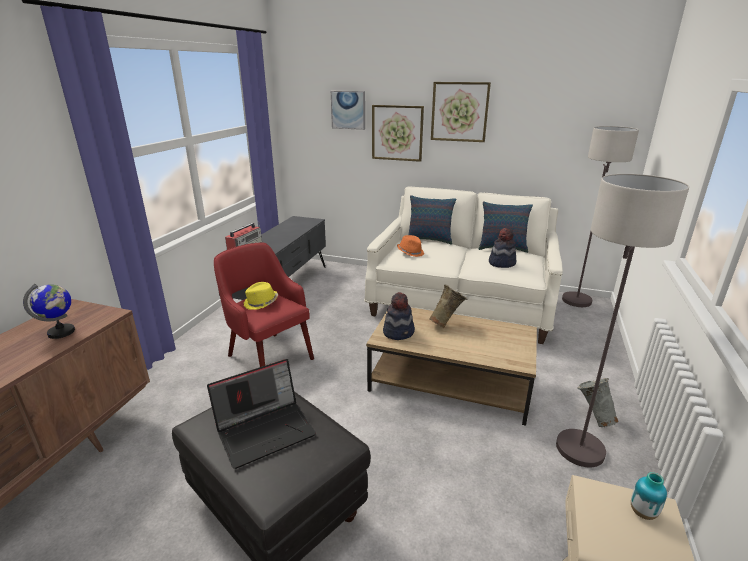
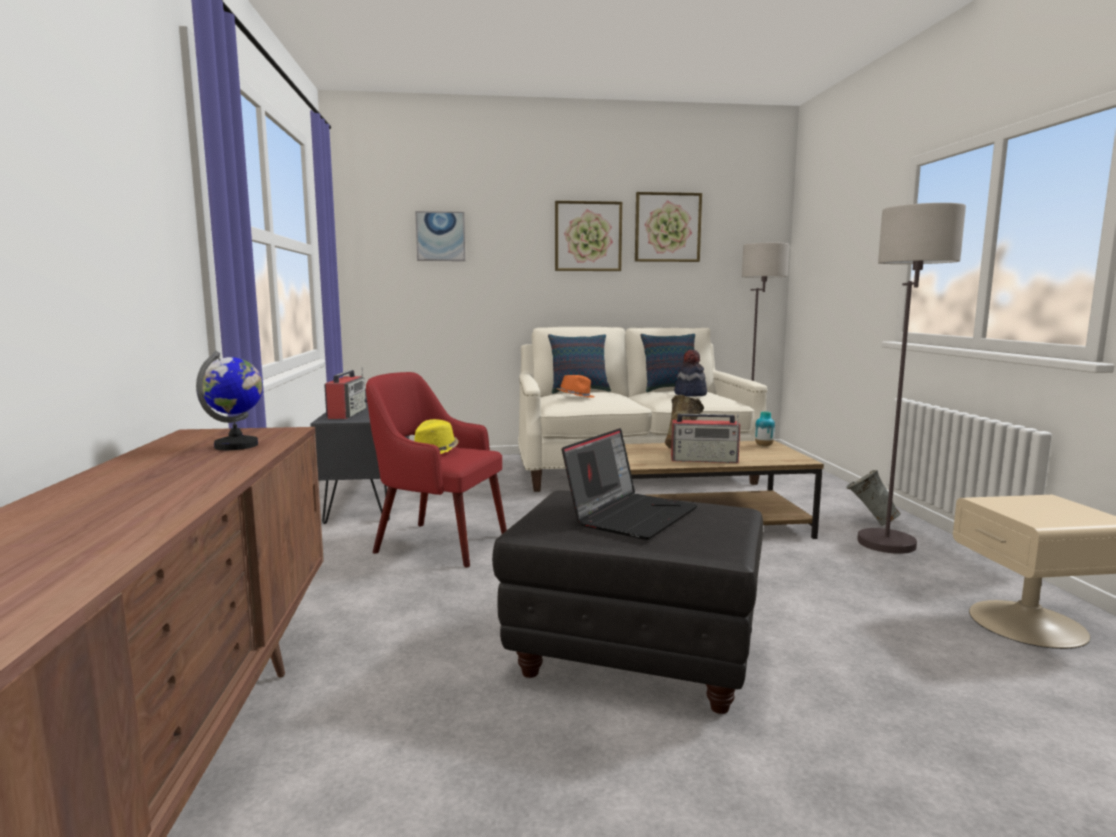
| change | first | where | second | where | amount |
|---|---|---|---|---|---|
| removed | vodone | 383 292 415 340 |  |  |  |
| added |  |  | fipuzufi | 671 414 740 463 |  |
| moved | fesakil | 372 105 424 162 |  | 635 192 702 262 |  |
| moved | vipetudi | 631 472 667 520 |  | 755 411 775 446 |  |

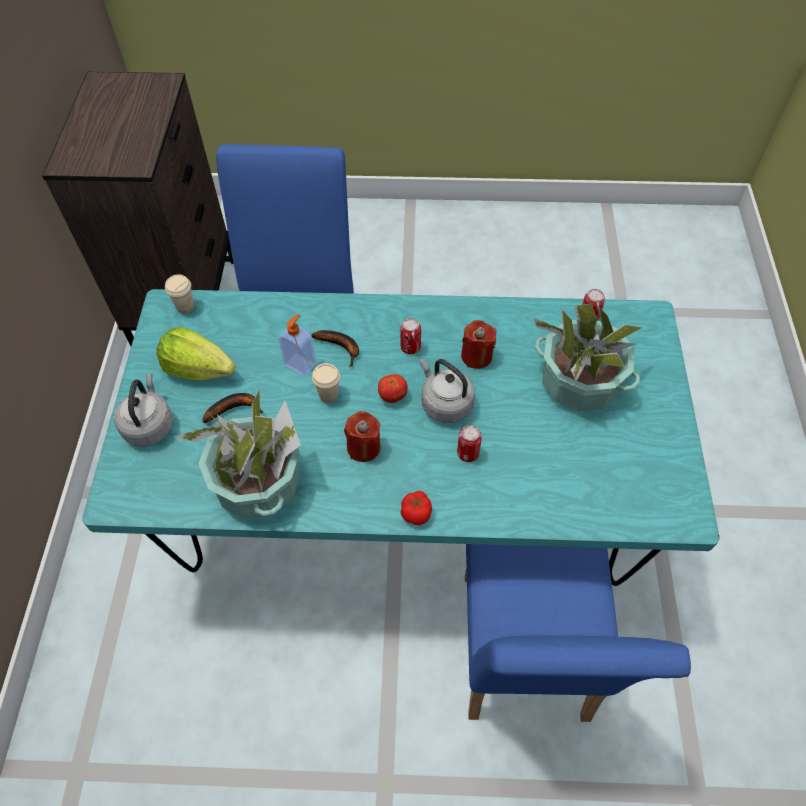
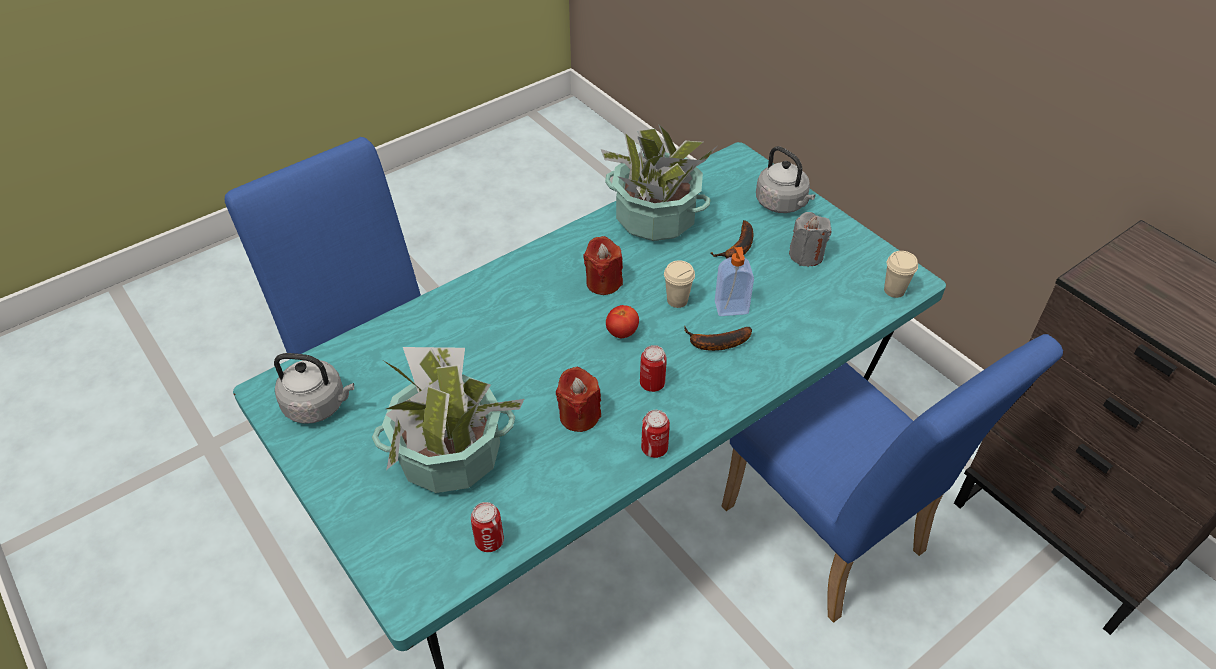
| change | first | where | second | where | amount |
|---|---|---|---|---|---|
| removed | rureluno | 400 491 432 525 |  |  |  |
| moved | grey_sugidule | 420 358 475 423 |  | 274 353 354 424 |  |
| moved | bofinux | 457 425 482 462 |  | 641 410 670 458 |  |
| replaced | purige | 157 327 236 380 | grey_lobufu | 789 212 832 266 |  |

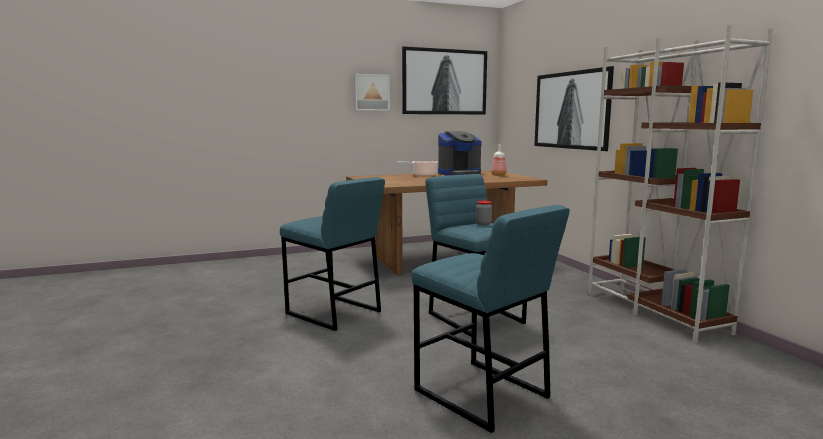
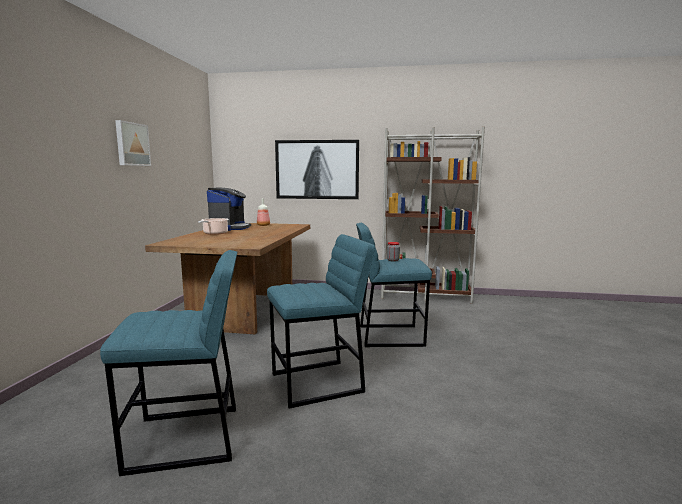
| change | first | where | second | where | amount |
|---|---|---|---|---|---|
| removed | fesakil | 402 46 487 114 |  |  |  |
| moved | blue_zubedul | 412 205 570 433 |  | 100 250 237 476 |  |

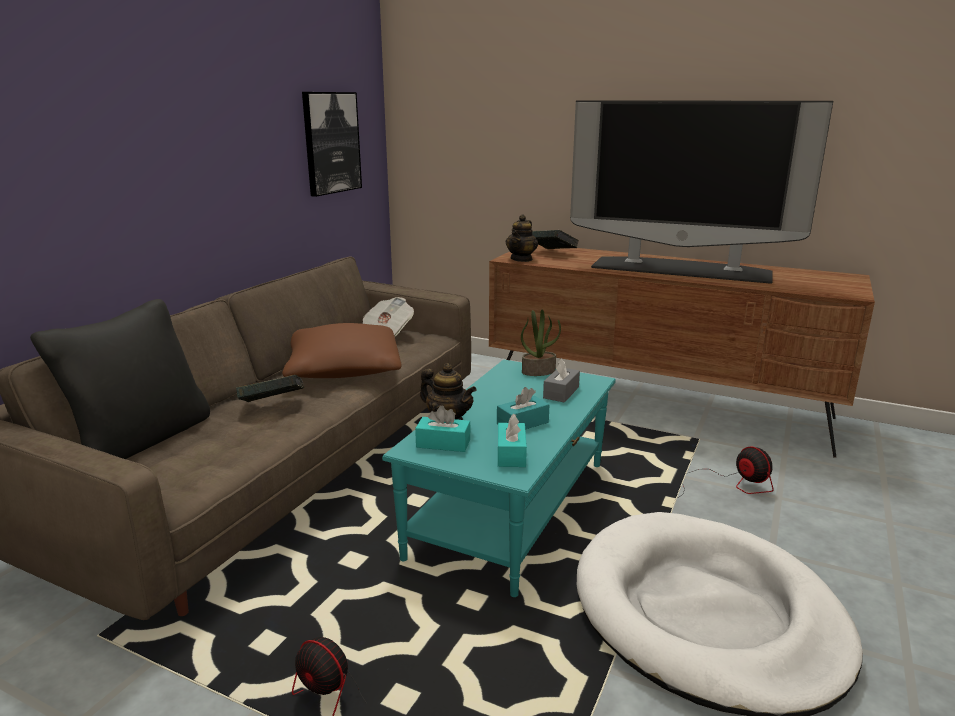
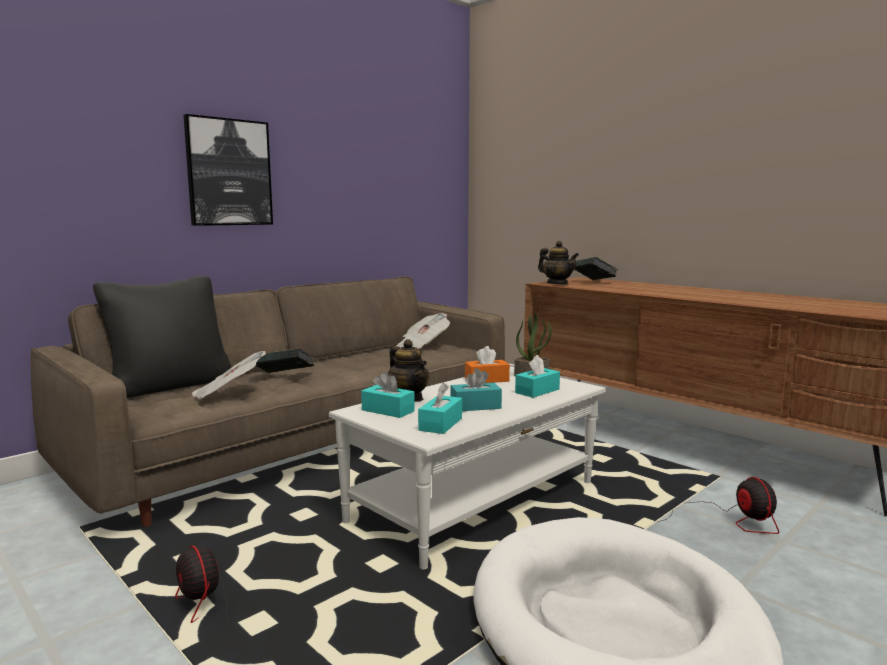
| change | first | where | second | where | amount |
|---|---|---|---|---|---|
| removed | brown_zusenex | 282 323 401 378 |  |  |  |
| removed | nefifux | 570 100 833 284 |  |  |  |
| added |  |  | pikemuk | 192 351 266 399 |  |
| added |  |  | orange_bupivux | 465 346 510 383 |  |
| moved | fesakil | 302 92 362 197 |  | 183 114 273 226 |  |
| recoloured | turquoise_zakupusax | 382 359 616 597 | white_zakupusax | 329 366 606 570 |  |
| recoloured | grey_bupivux | 543 358 580 403 | turquoise_bupivux | 515 355 560 398 |  |
| turned | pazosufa | 505 214 538 262 |  | 538 241 579 284 | 90 degrees counterclockwise |

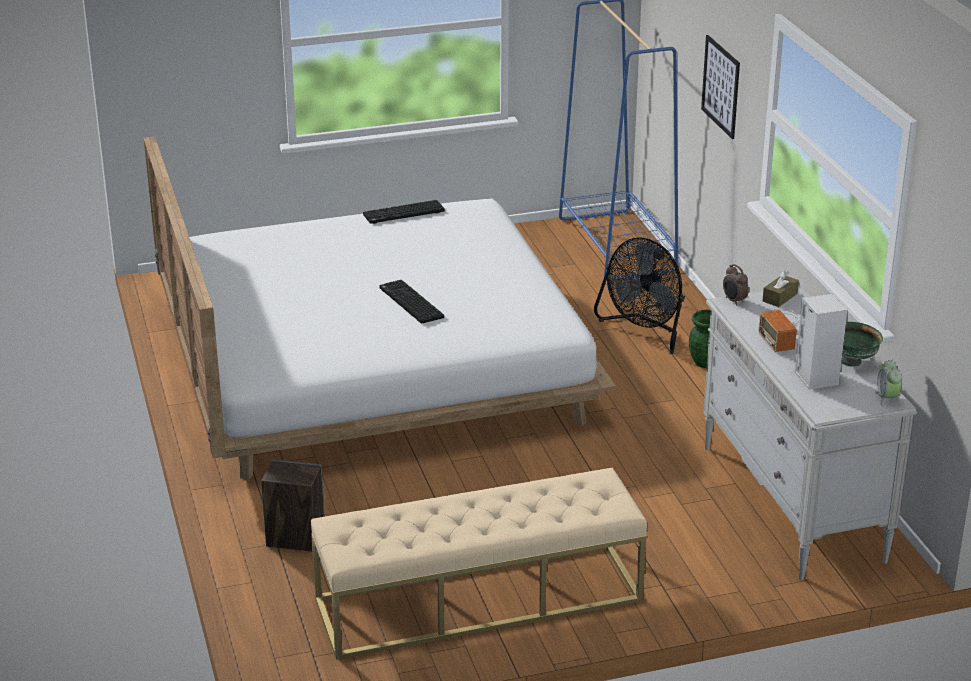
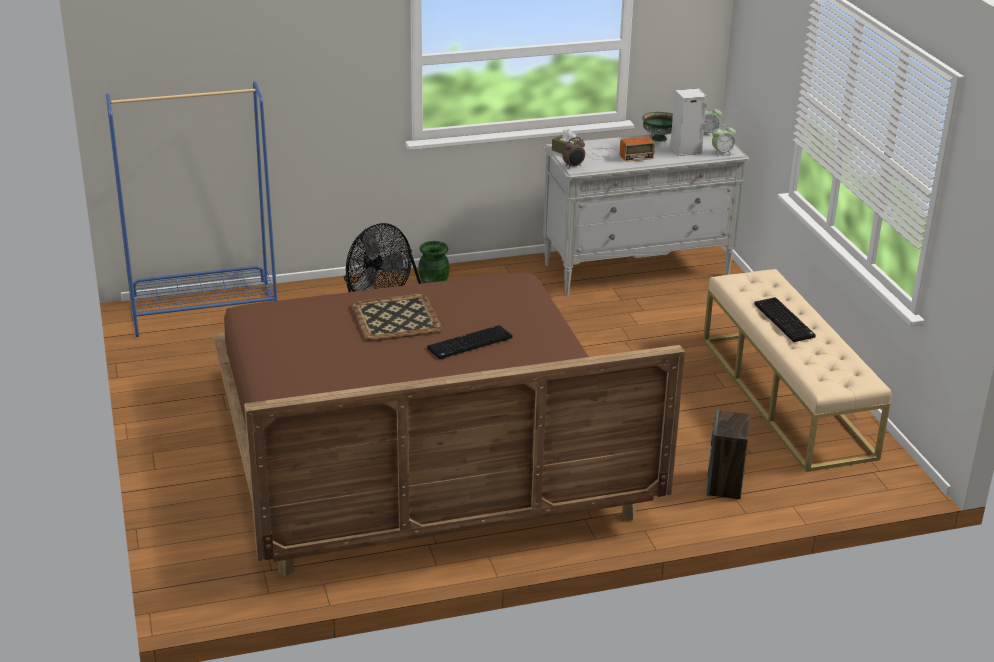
| change | first | where | second | where | amount |
|---|---|---|---|---|---|
| removed | fesakil | 701 35 740 139 |  |  |  |
| added |  |  | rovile | 352 294 443 341 |  |
| added |  |  | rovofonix | 712 124 736 157 |  |
| moved | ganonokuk | 363 200 445 224 |  | 754 297 816 342 |  |
| recoloured | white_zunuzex | 143 136 616 480 | brown_zunuzex | 212 272 685 577 |  |

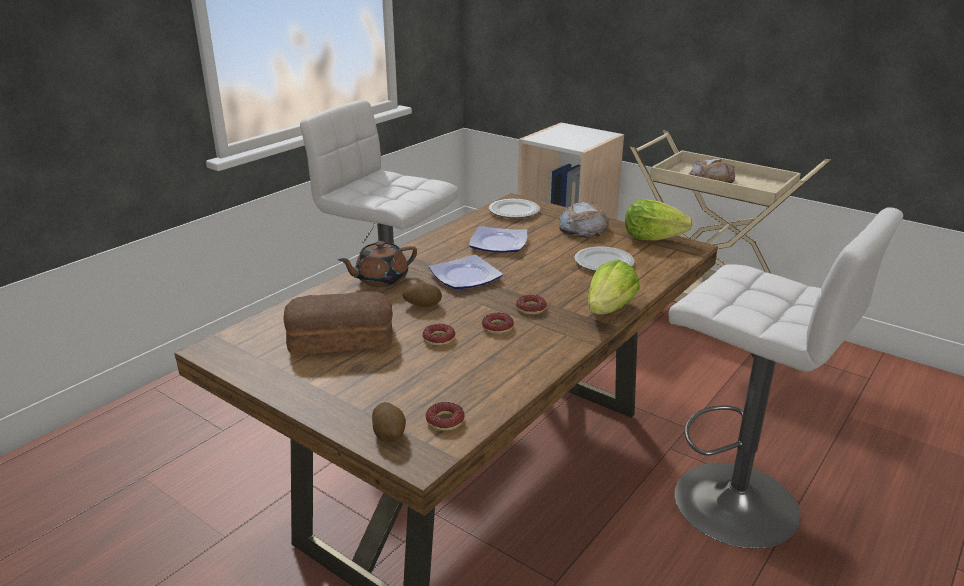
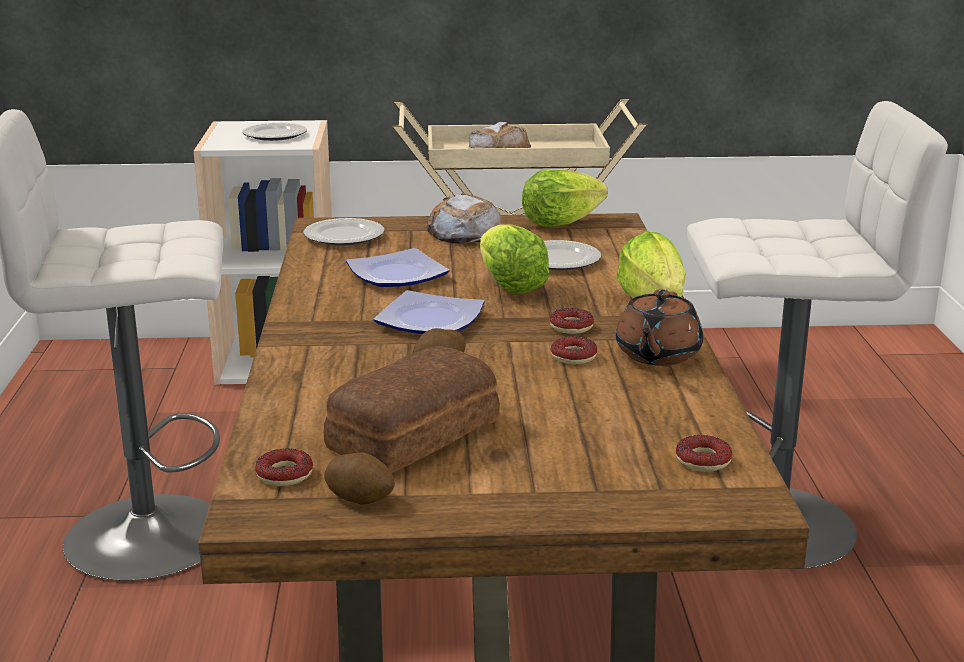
| change | first | where | second | where | amount |
|---|---|---|---|---|---|
| added |  |  | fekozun | 242 123 307 141 |  |
| added |  |  | purige | 480 225 549 293 |  |
| moved | brown_pazosufa | 338 241 417 287 |  | 616 289 703 366 |  |
| moved | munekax | 372 402 406 442 |  | 324 453 395 505 |  |
| moved | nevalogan | 423 324 455 346 |  | 255 448 313 486 |  |

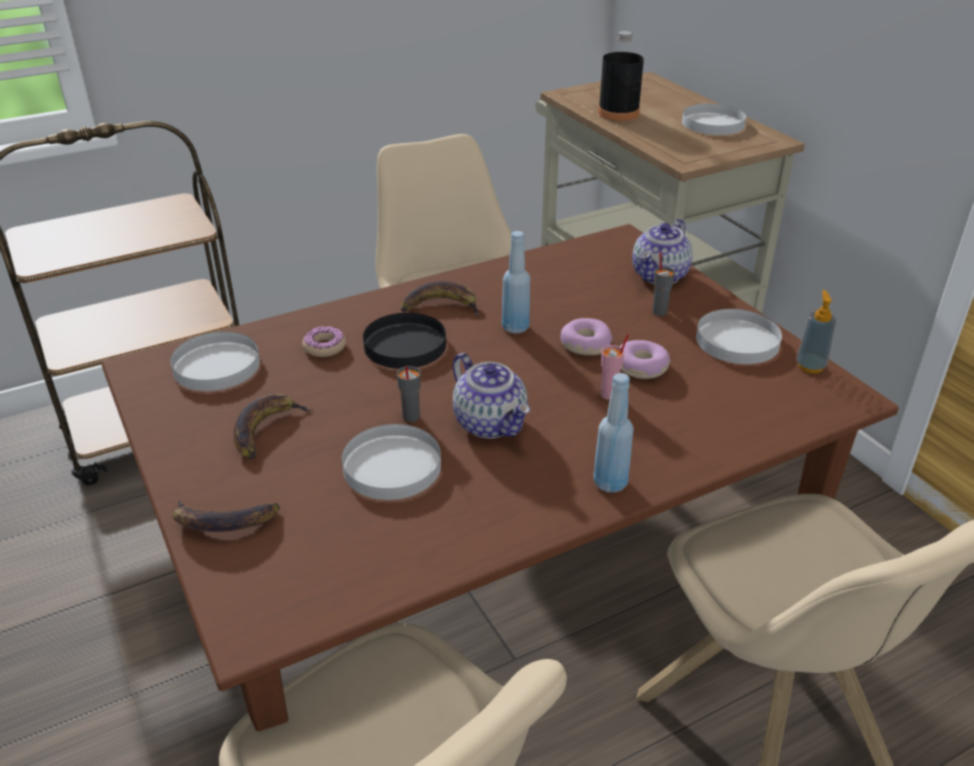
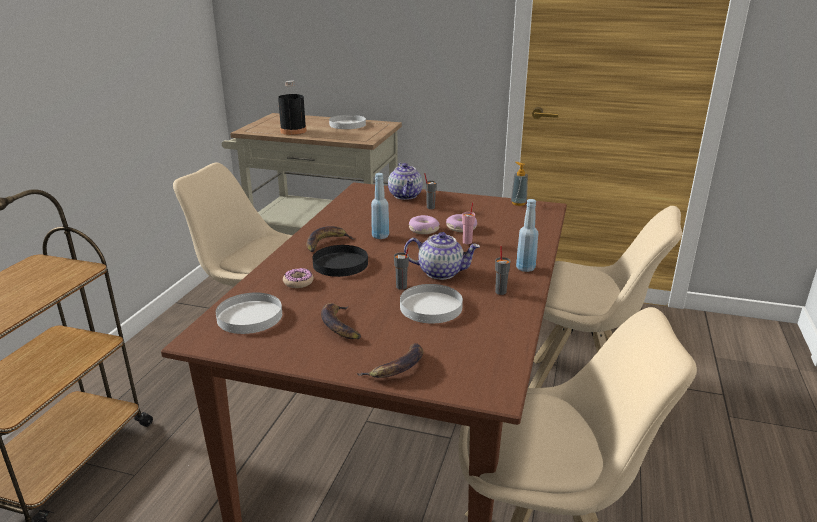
| change | first | where | second | where | amount |
|---|---|---|---|---|---|
| removed | white_fekozun | 696 309 782 364 |  |  |  |
| added |  |  | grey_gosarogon | 495 246 511 295 |  |

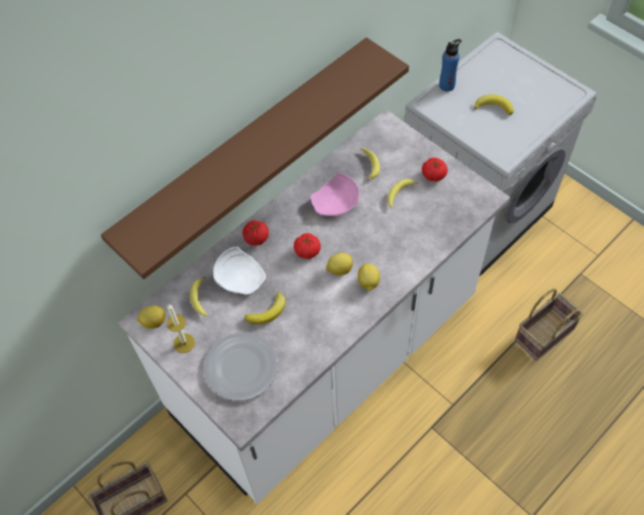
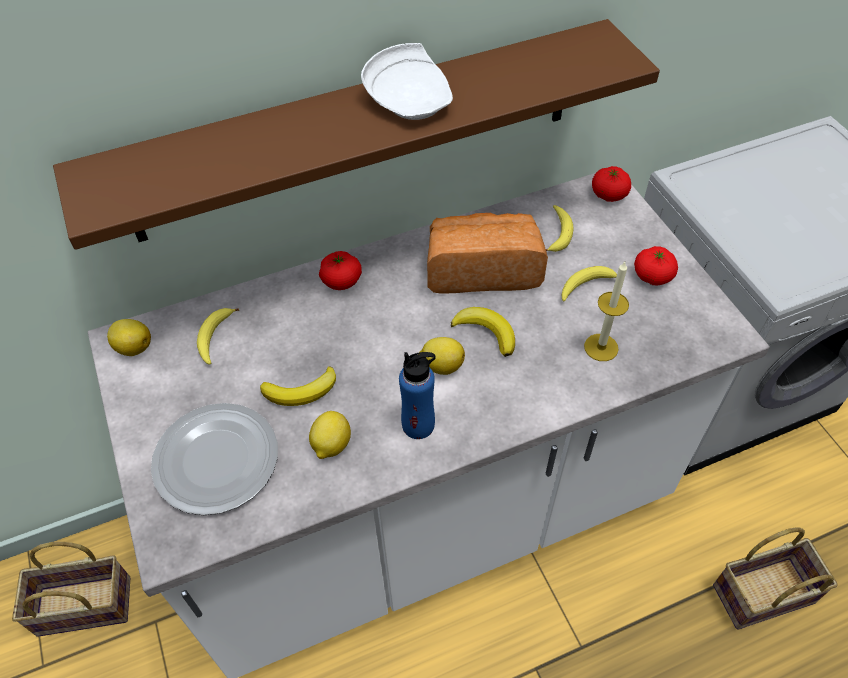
| change | first | where | second | where | amount |
|---|---|---|---|---|---|
| moved | lobufu | 167 305 195 353 |  | 584 262 629 361 |  |
| moved | white_fekozun | 213 247 266 295 |  | 361 43 453 120 |  |
| moved | rureluno | 294 233 321 259 |  | 592 166 631 202 |  |
| moved | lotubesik | 358 264 380 291 |  | 309 411 351 459 |  |
| moved | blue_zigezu | 439 39 461 92 |  | 399 352 436 439 |  |
| moved | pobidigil | 474 95 513 115 |  | 451 307 515 357 |  |
| replaced | pink_fekozun | 311 173 359 216 | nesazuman | 427 213 548 294 |  |

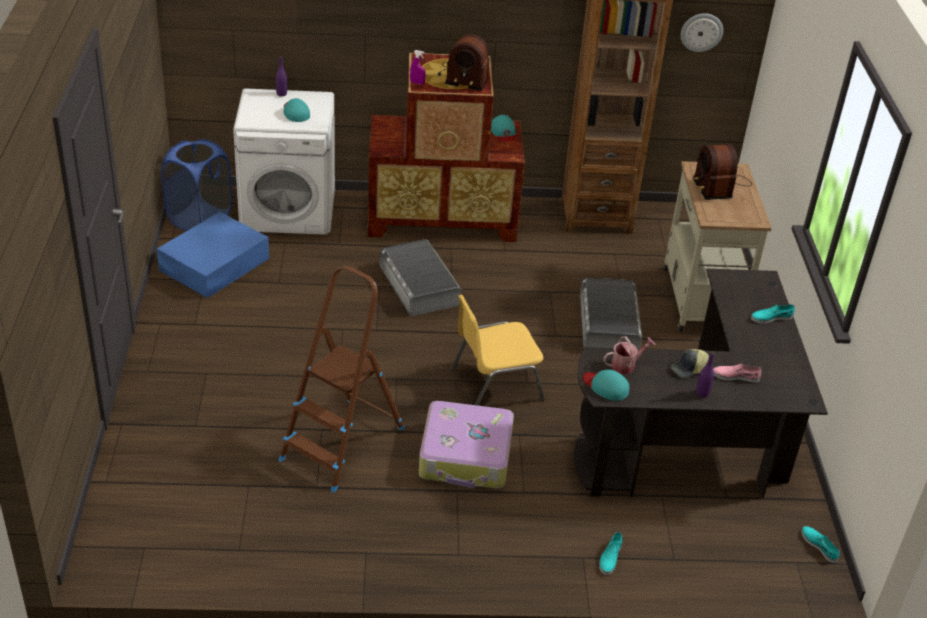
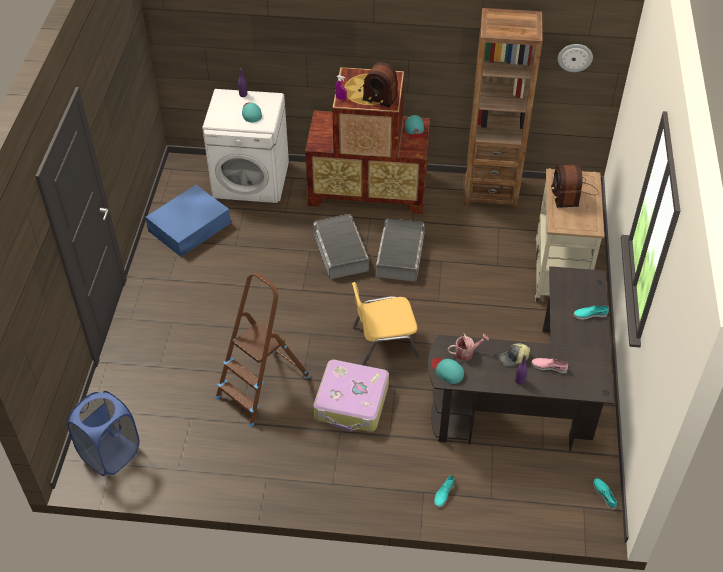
| change | first | where | second | where | amount |
|---|---|---|---|---|---|
| moved | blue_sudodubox | 161 139 232 231 |  | 67 391 140 476 |  |
| moved | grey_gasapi | 580 277 642 349 |  | 375 218 425 282 |  |

